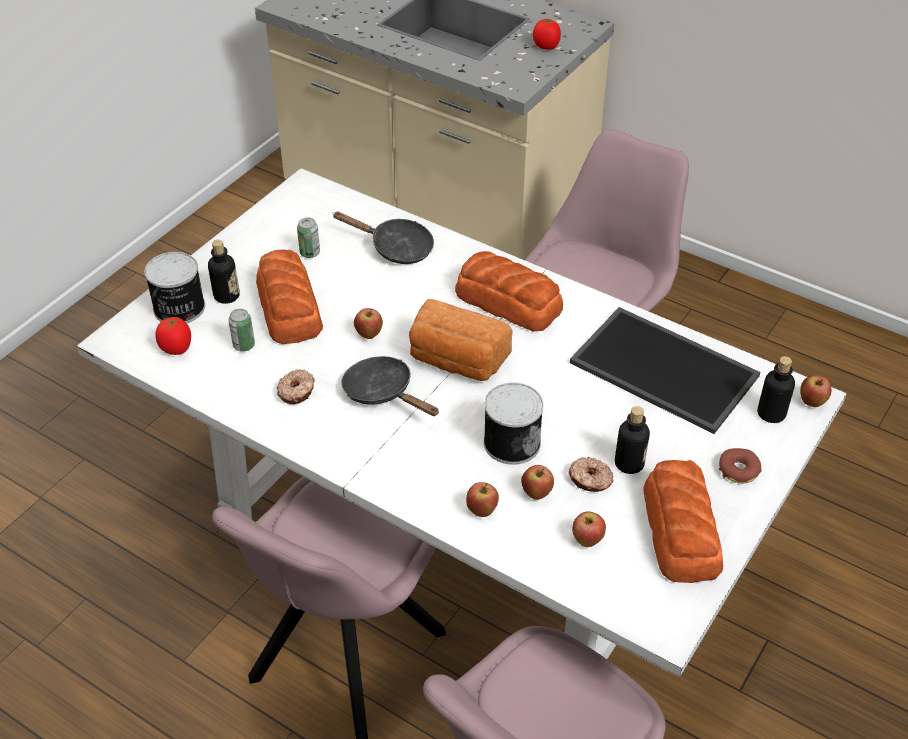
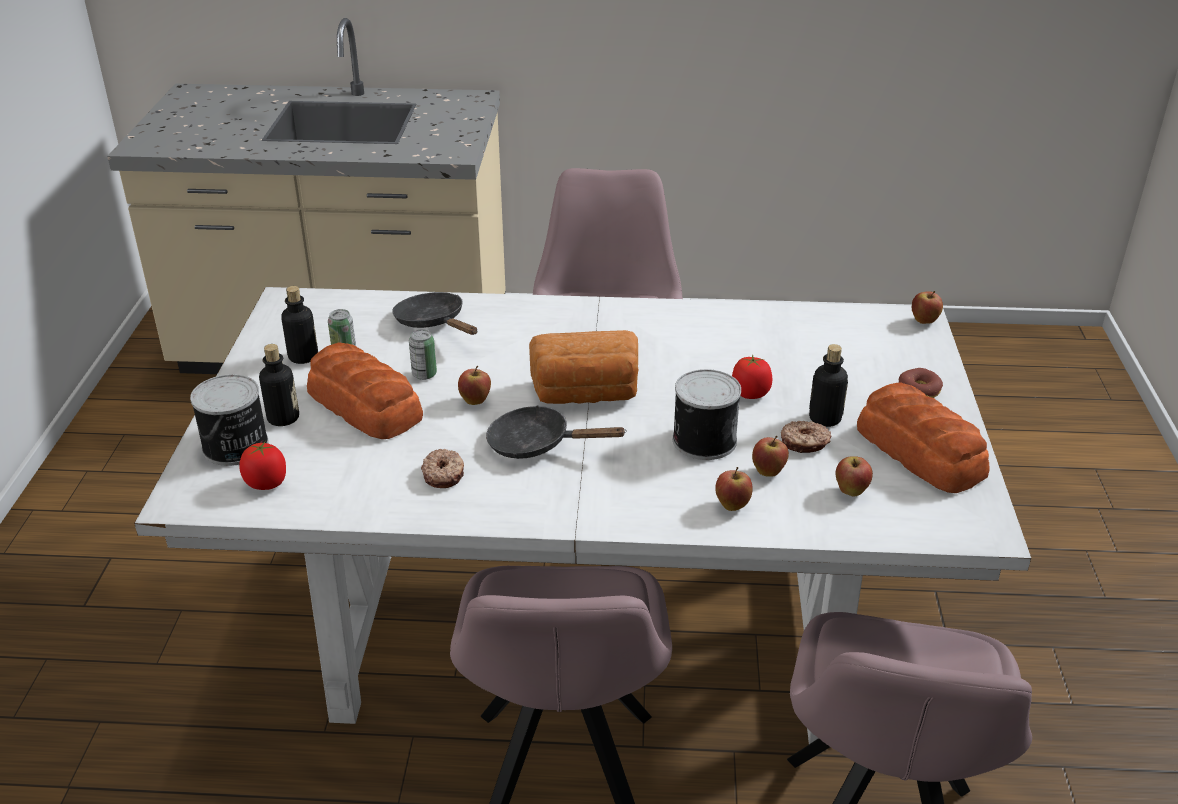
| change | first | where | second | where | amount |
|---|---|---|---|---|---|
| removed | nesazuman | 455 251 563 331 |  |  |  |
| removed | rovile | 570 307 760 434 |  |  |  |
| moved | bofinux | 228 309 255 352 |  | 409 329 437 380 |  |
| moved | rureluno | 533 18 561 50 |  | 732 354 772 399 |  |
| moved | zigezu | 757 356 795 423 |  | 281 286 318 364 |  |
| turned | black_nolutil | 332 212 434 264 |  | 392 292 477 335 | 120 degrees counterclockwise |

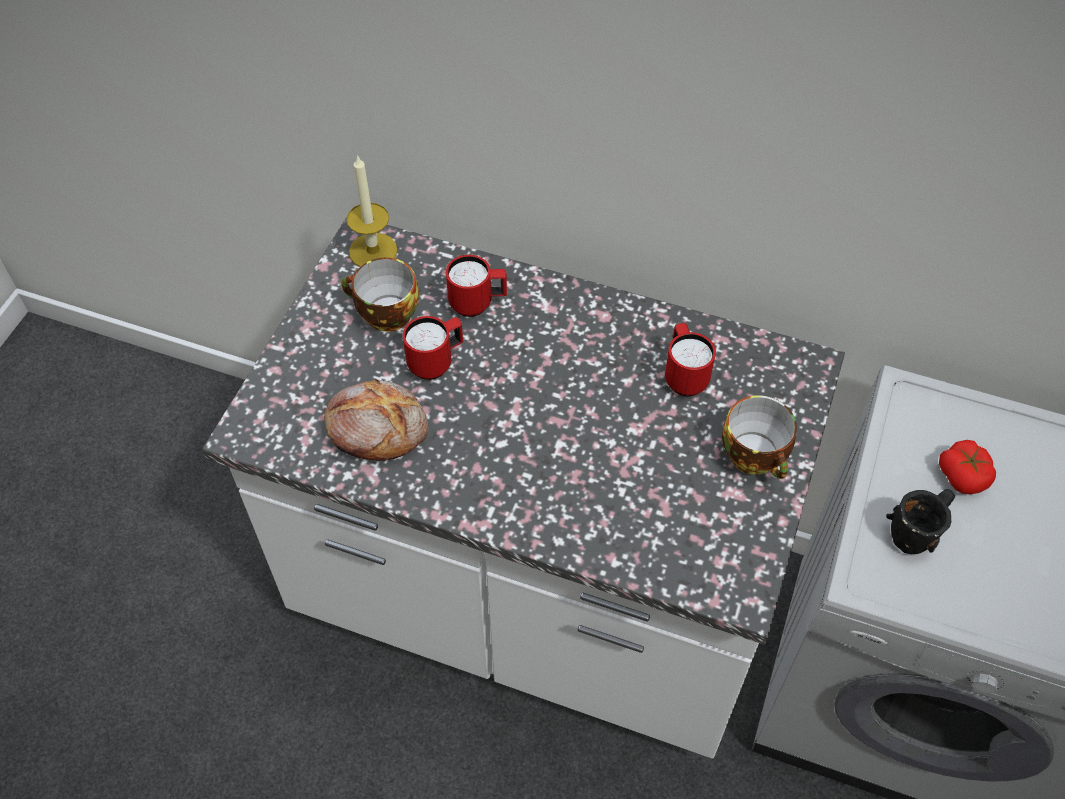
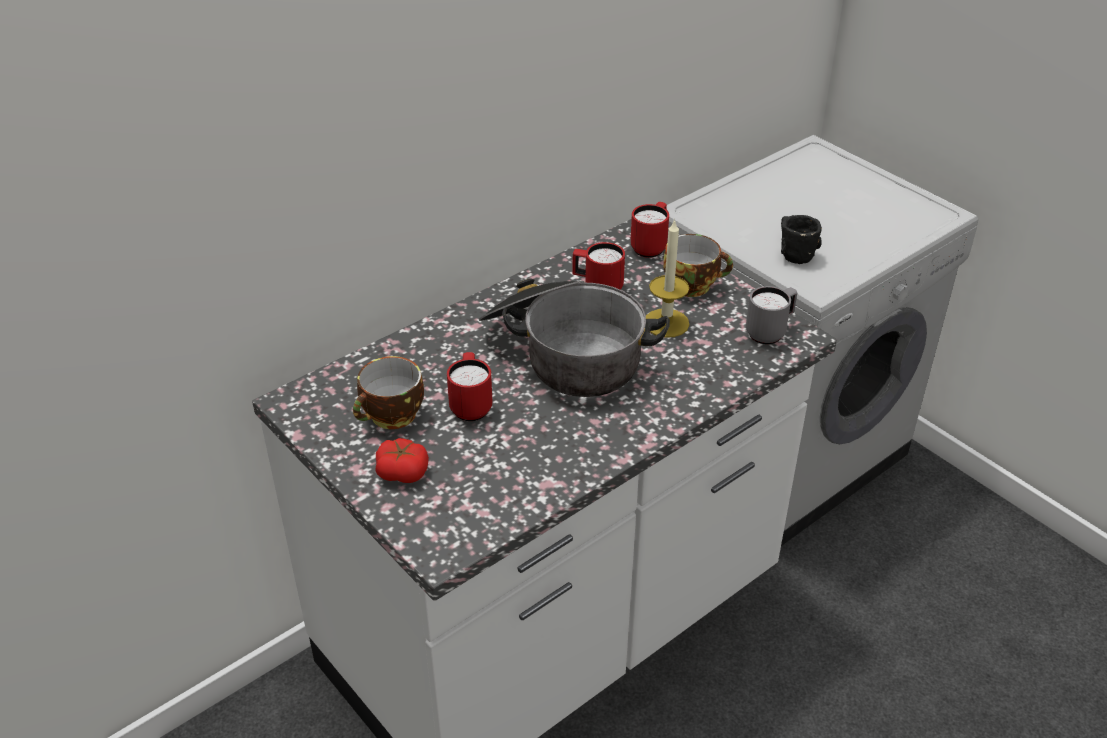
| change | first | where | second | where | amount |
|---|---|---|---|---|---|
| removed | nesazuman | 324 379 428 461 |  |  |  |
| added |  |  | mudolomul | 479 279 670 397 |  |
| added |  |  | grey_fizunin | 746 286 797 344 |  |
| moved | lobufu | 347 154 397 267 |  | 646 219 690 338 |  |
| moved | red_fizunin | 446 255 507 317 |  | 630 202 669 258 |  |
| moved | rureluno | 939 440 996 494 |  | 375 438 429 483 |  |

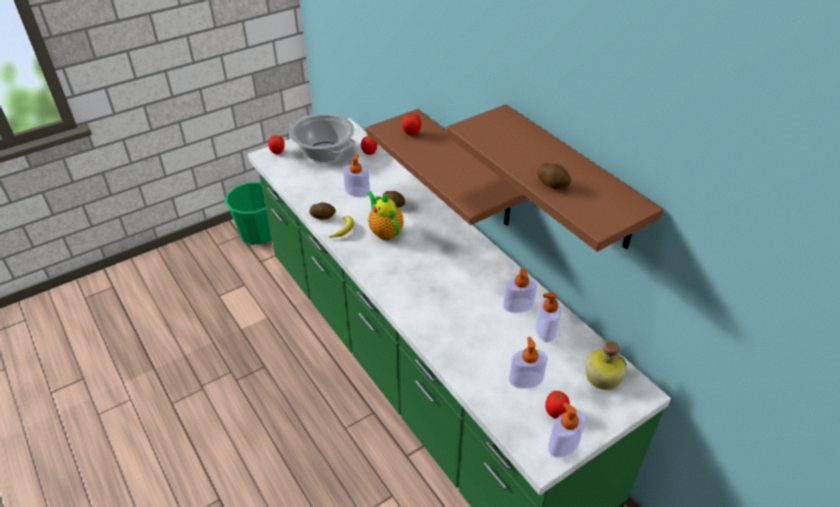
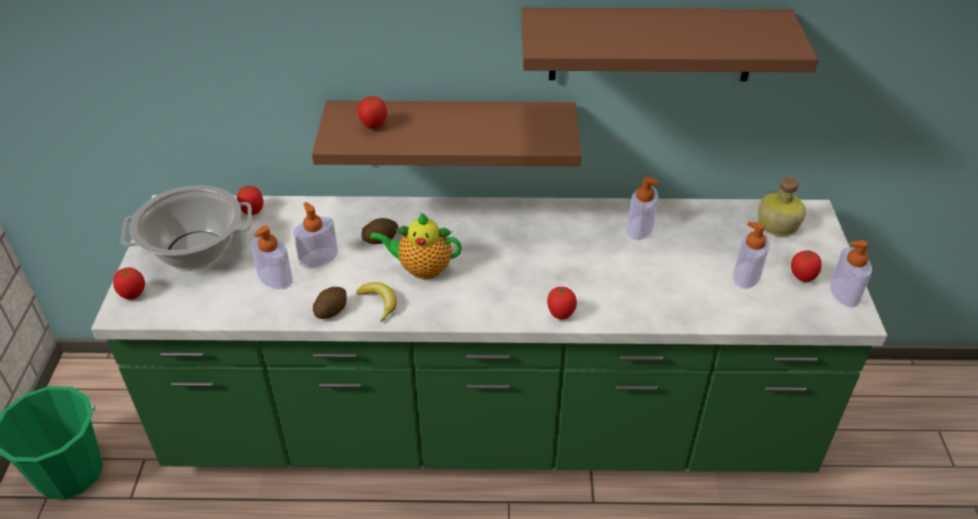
| change | first | where | second | where | amount |
|---|---|---|---|---|---|
| removed | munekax | 537 163 571 189 |  |  |  |
| added |  |  | rureluno | 547 287 577 320 |  |
| moved | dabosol | 536 292 561 343 |  | 251 226 293 289 |  |

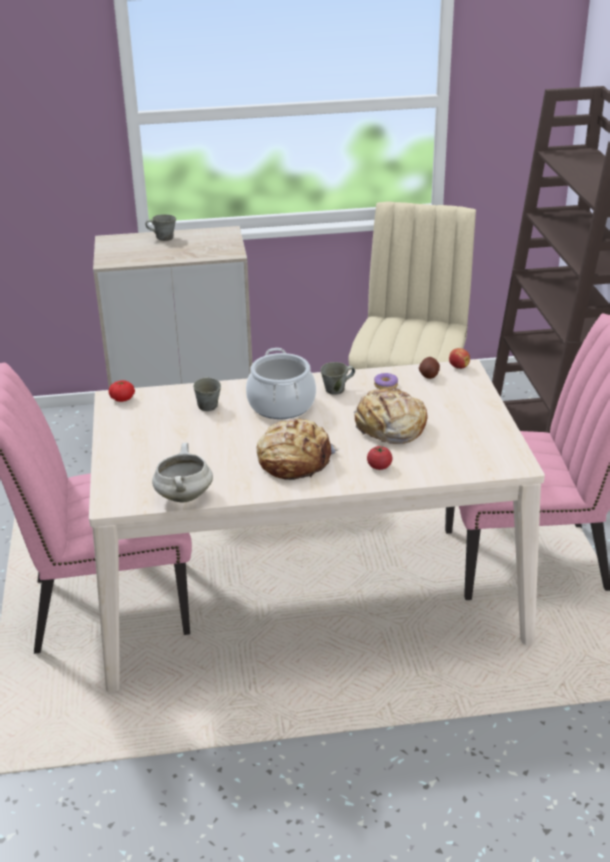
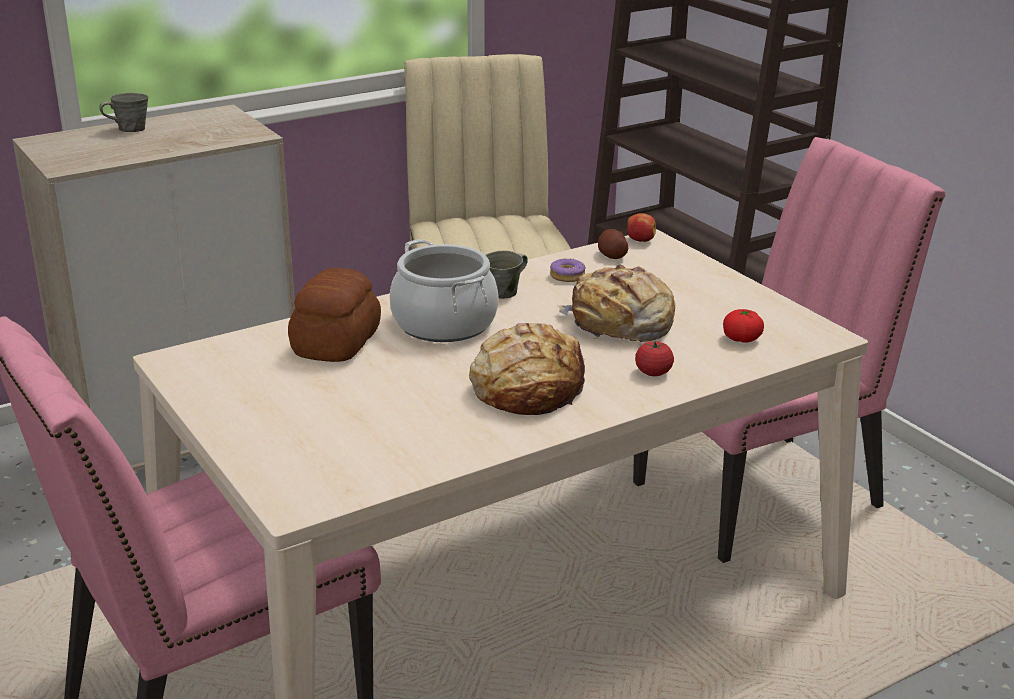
| change | first | where | second | where | amount |
|---|---|---|---|---|---|
| removed | white_mudolomul | 152 443 213 502 |  |  |  |
| moved | rureluno | 109 380 135 402 |  | 723 309 764 343 |  |
| replaced | grey_fizunin | 193 377 221 411 | nesazuman | 288 268 381 362 |  |

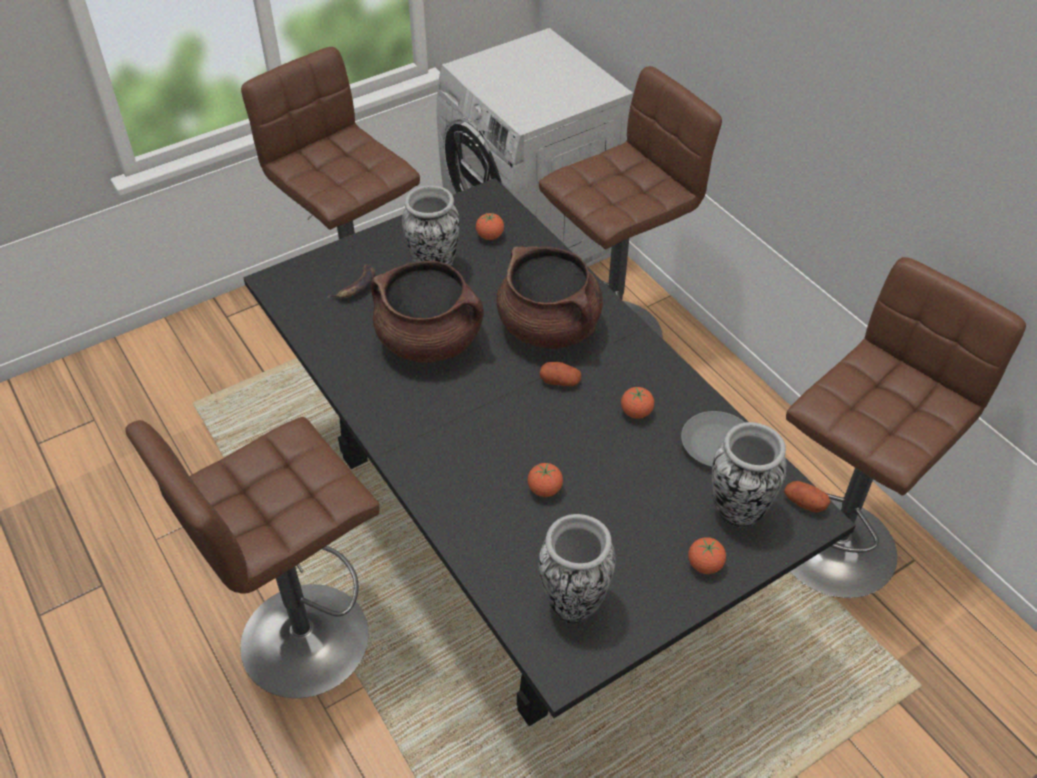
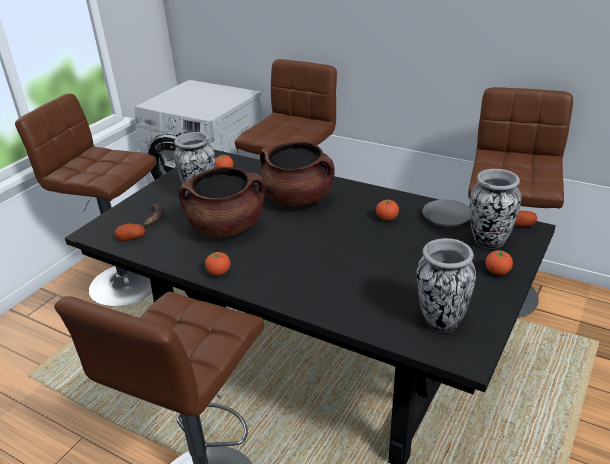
| change | first | where | second | where | amount |
|---|---|---|---|---|---|
| moved | rureluno | 528 463 563 497 |  | 205 252 230 276 |  |
| moved | munekax | 540 362 581 386 |  | 115 223 146 241 |  |

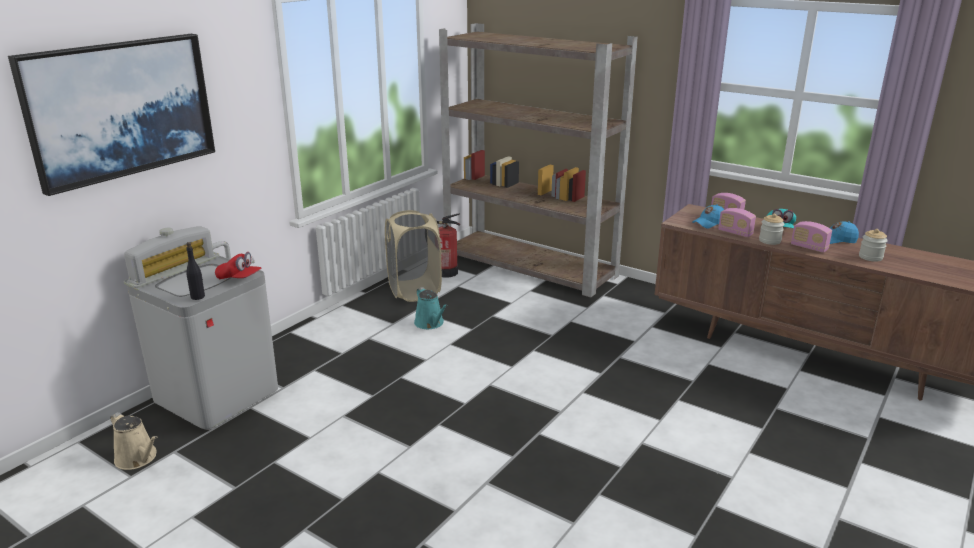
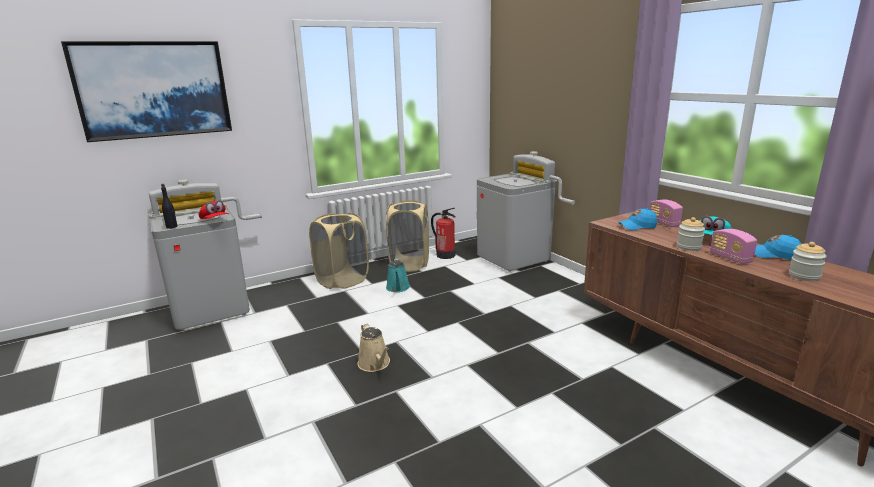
| change | first | where | second | where | amount |
|---|---|---|---|---|---|
| removed | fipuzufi | 718 208 756 238 |  |  |  |
| added |  |  | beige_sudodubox | 309 213 369 289 |  |
| moved | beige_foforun | 110 412 158 470 |  | 358 324 390 372 |  |
| replaced | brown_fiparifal | 439 23 638 298 | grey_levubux | 477 151 575 272 |  |

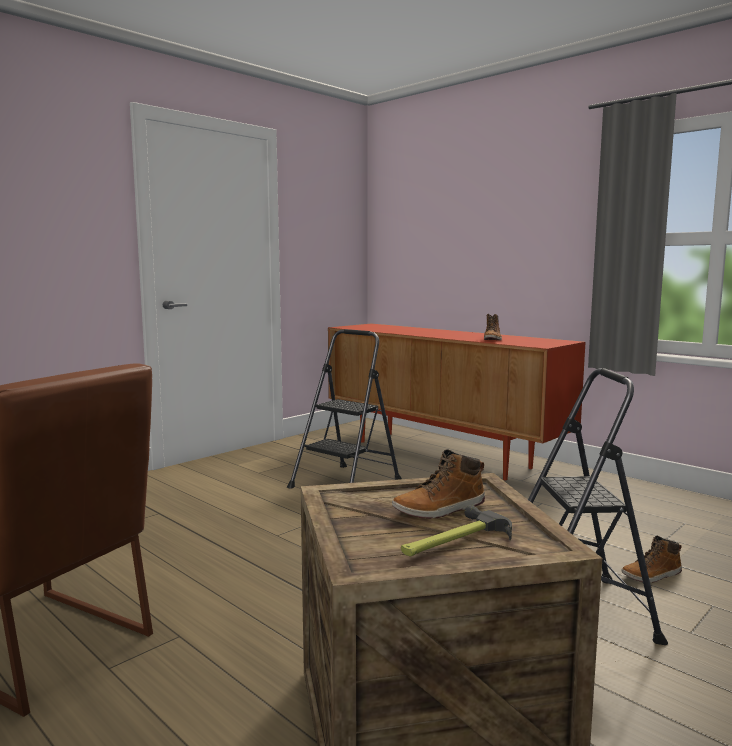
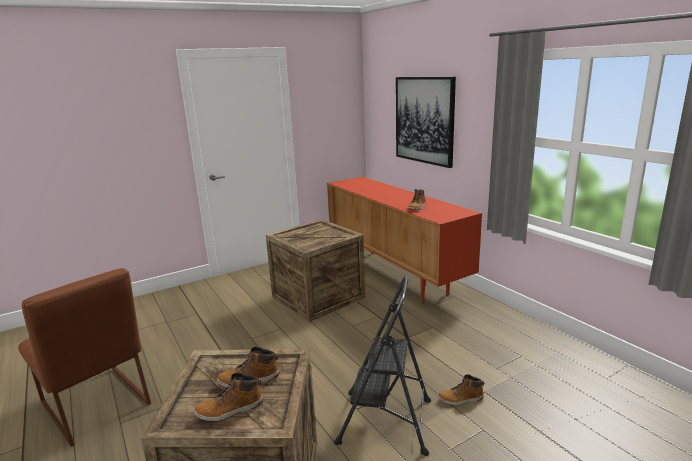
| change | first | where | second | where | amount |
|---|---|---|---|---|---|
| added |  |  | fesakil | 396 77 456 168 |  |
| replaced | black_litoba | 287 329 402 488 | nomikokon | 266 219 365 322 |  |
| replaced | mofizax | 401 505 512 557 | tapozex | 194 373 263 421 |  |

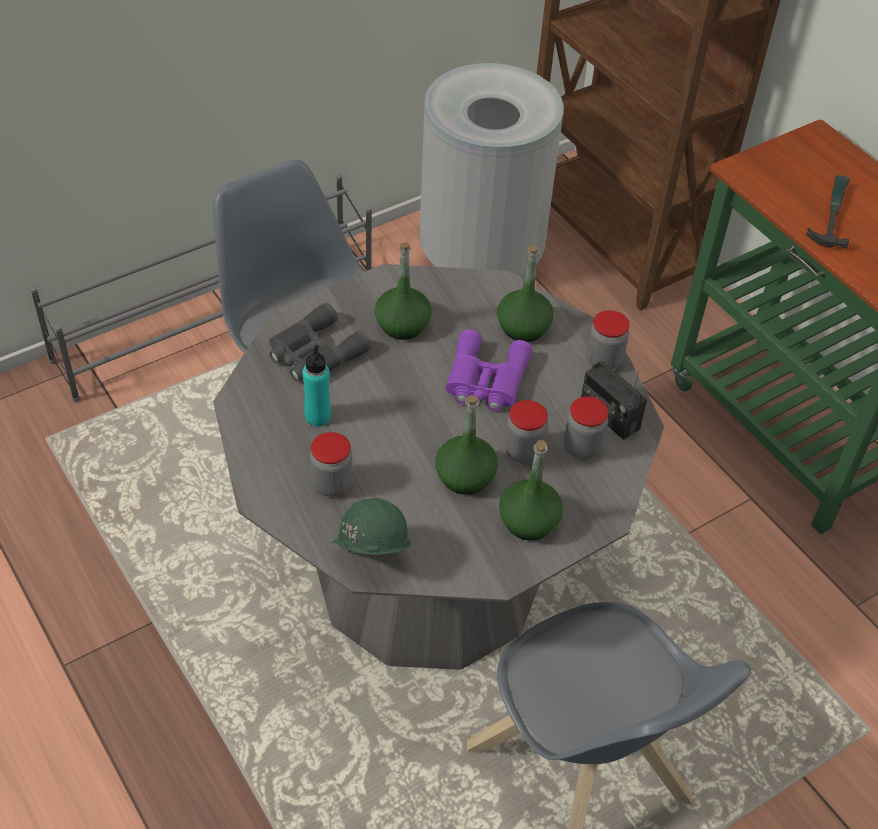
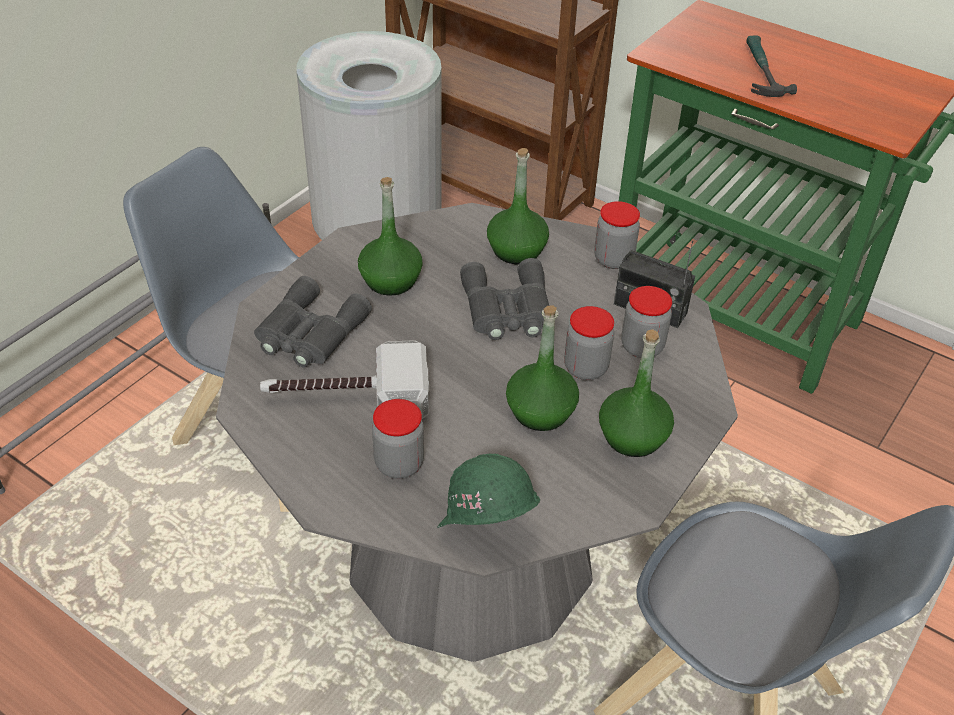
| change | first | where | second | where | amount |
|---|---|---|---|---|---|
| replaced | turquoise_zigezu | 303 345 331 426 | mofizax | 260 340 429 419 |  |
| recoloured | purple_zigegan | 446 329 533 411 | grey_zigegan | 460 258 549 340 |  |

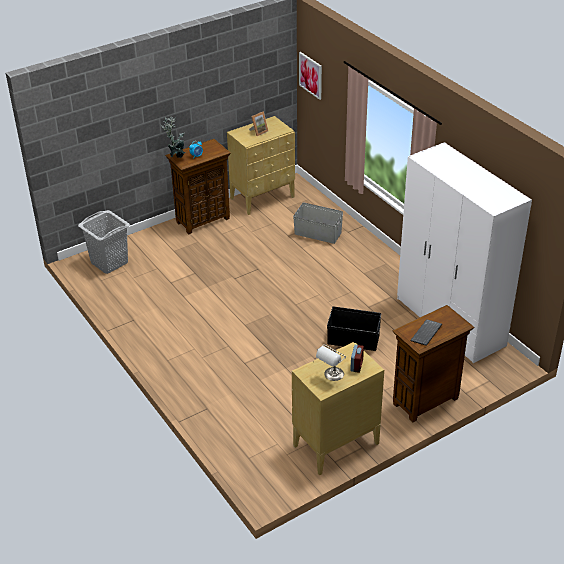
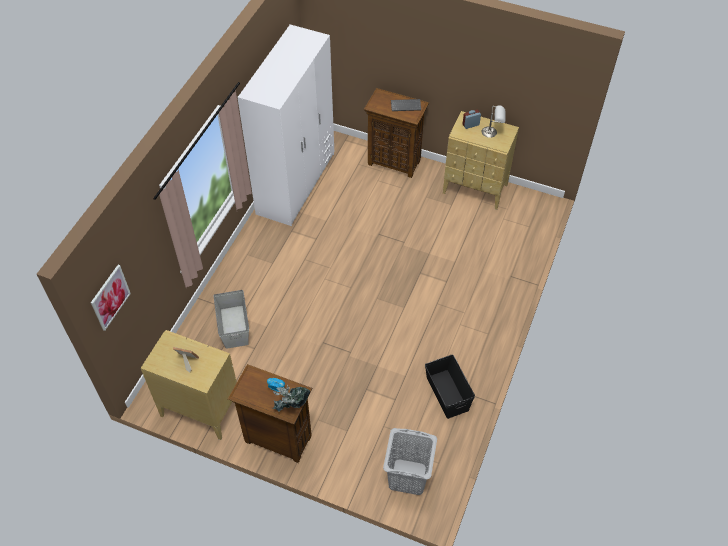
| change | first | where | second | where | amount |
|---|---|---|---|---|---|
| moved | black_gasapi | 327 307 381 351 |  | 425 354 475 419 |  |

